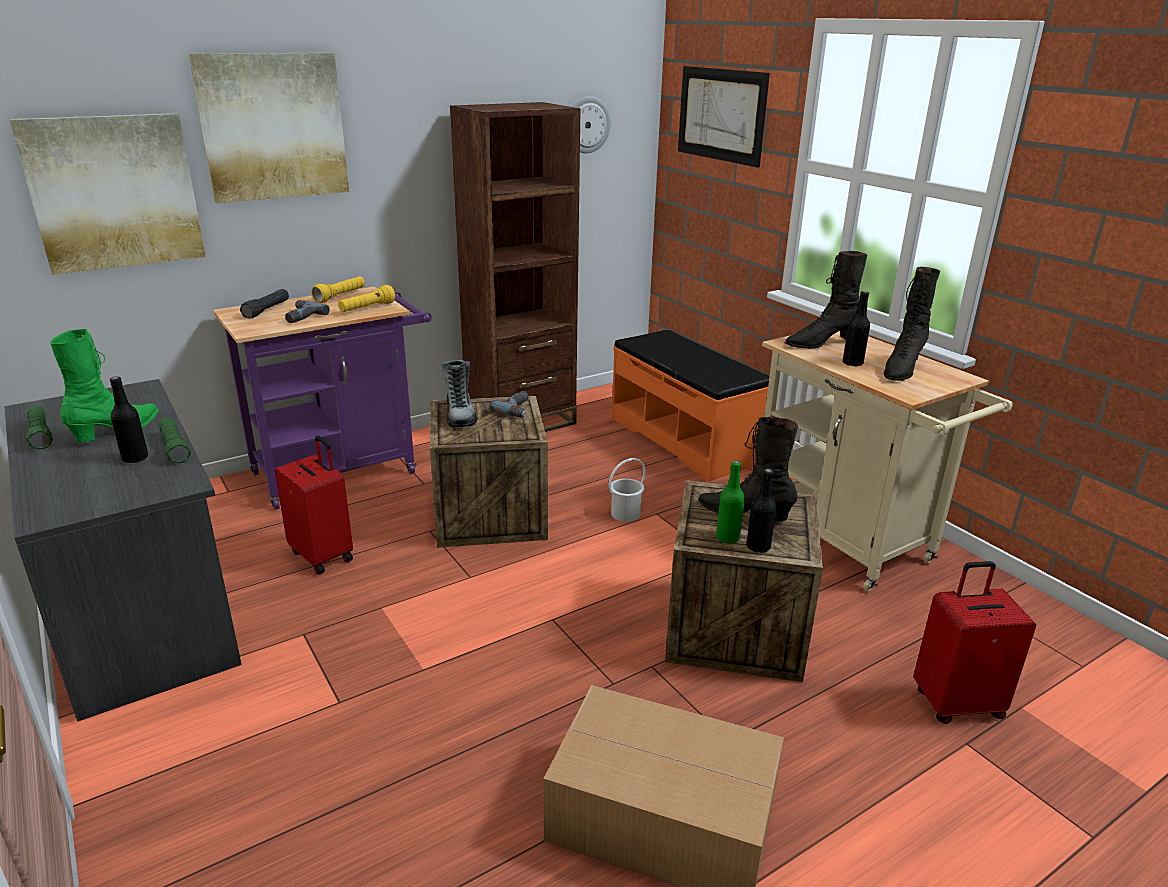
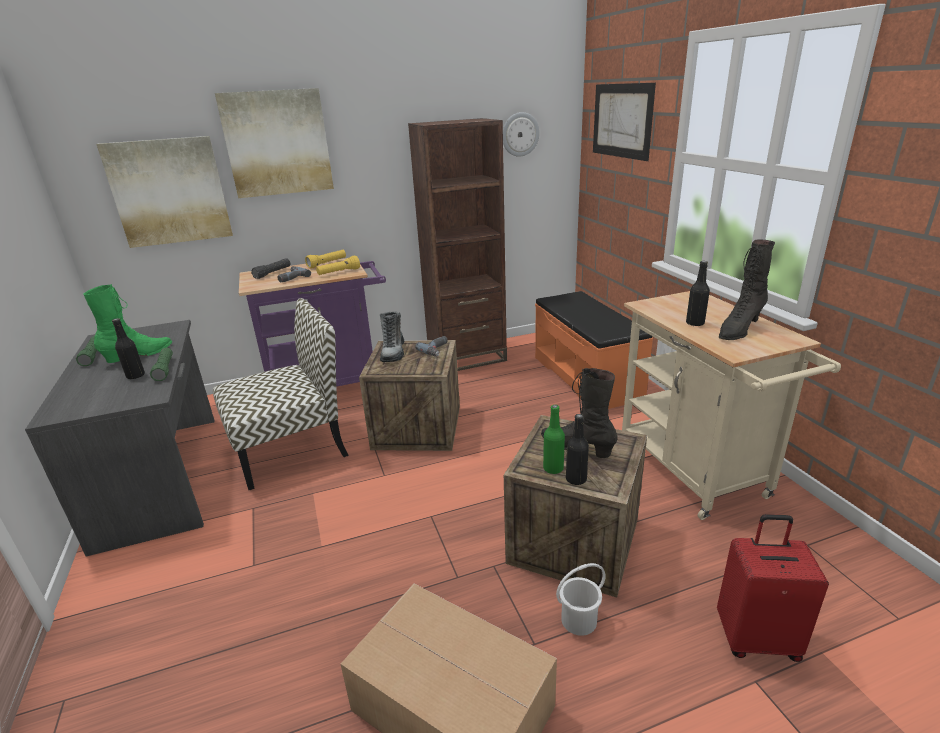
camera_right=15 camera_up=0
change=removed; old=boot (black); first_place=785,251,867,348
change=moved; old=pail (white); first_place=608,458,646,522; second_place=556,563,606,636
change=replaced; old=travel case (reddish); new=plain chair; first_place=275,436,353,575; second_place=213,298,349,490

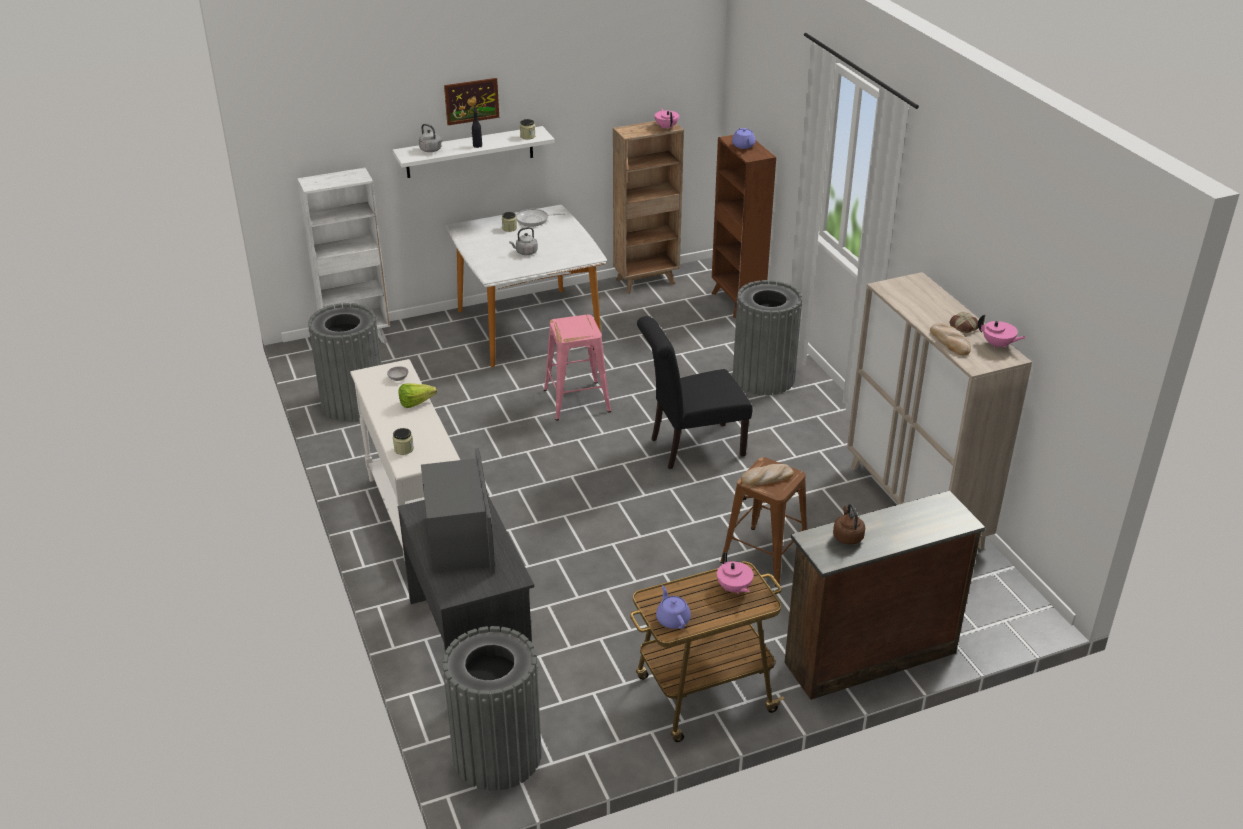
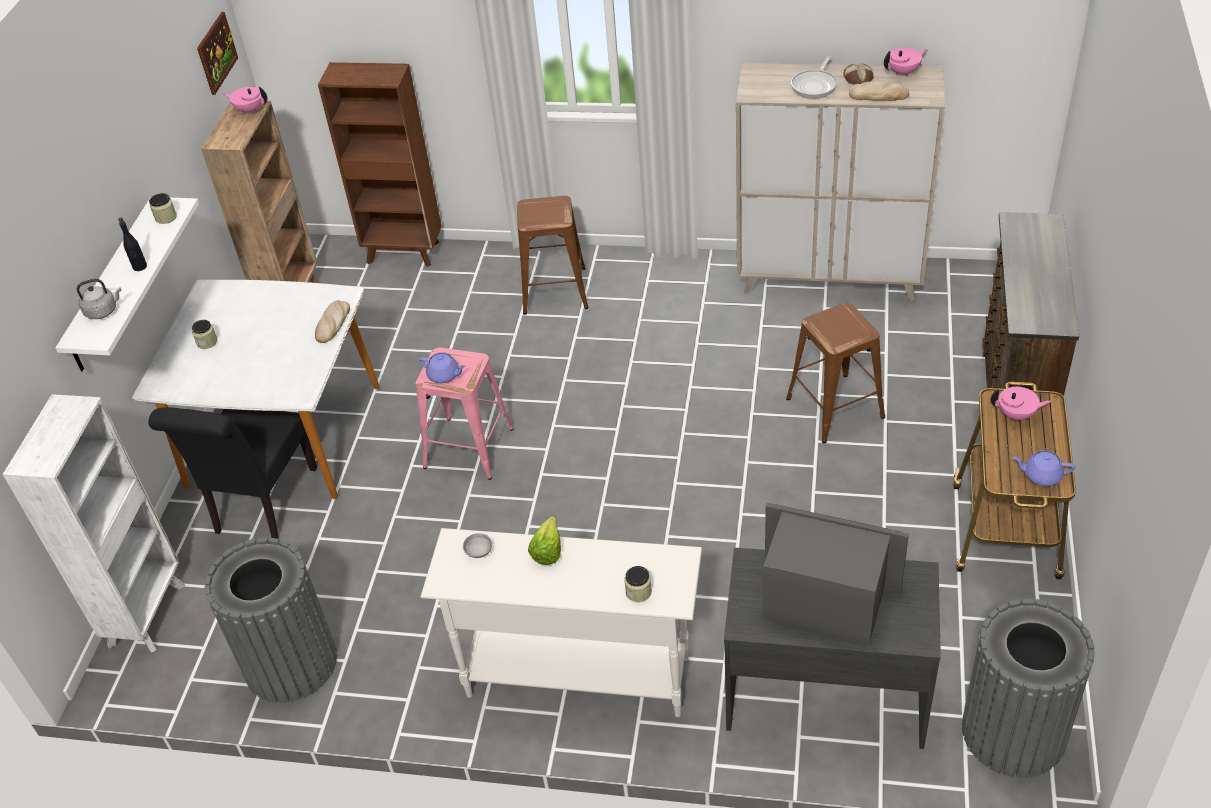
camera_right=-55 camera_up=10
change=removed; old=tea kettle (grey); first_place=509,227,538,255
change=removed; old=tea kettle (brown); first_place=833,504,865,545
change=moved; old=wall picture; first_place=444,78,499,125; second_place=197,12,238,95
change=moved; old=pan; first_place=516,209,566,227; second_place=791,56,837,99
change=moved; old=plain chair (black); first_place=637,316,753,469; second_place=148,407,317,539
change=moved; old=tea pot (purplish); first_place=732,128,755,149; second_place=419,353,466,383
change=moved; old=bakery bread; first_place=741,464,794,485; second_place=315,300,350,343
change=replaced; old=waste bin (grey); new=stool seat (brown); first_place=733,280,803,395; second_place=517,196,588,315

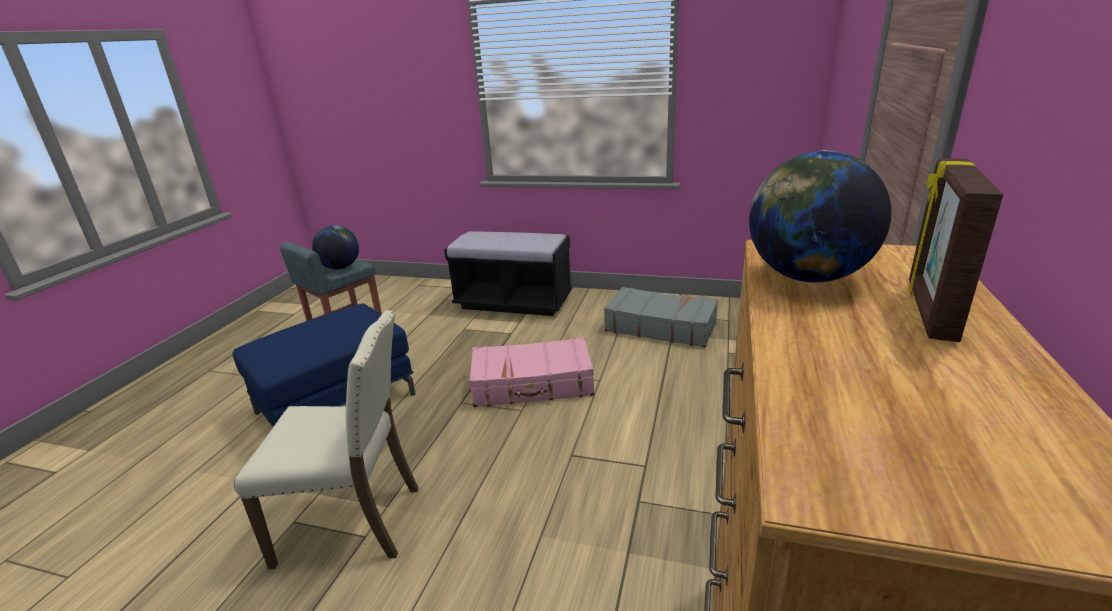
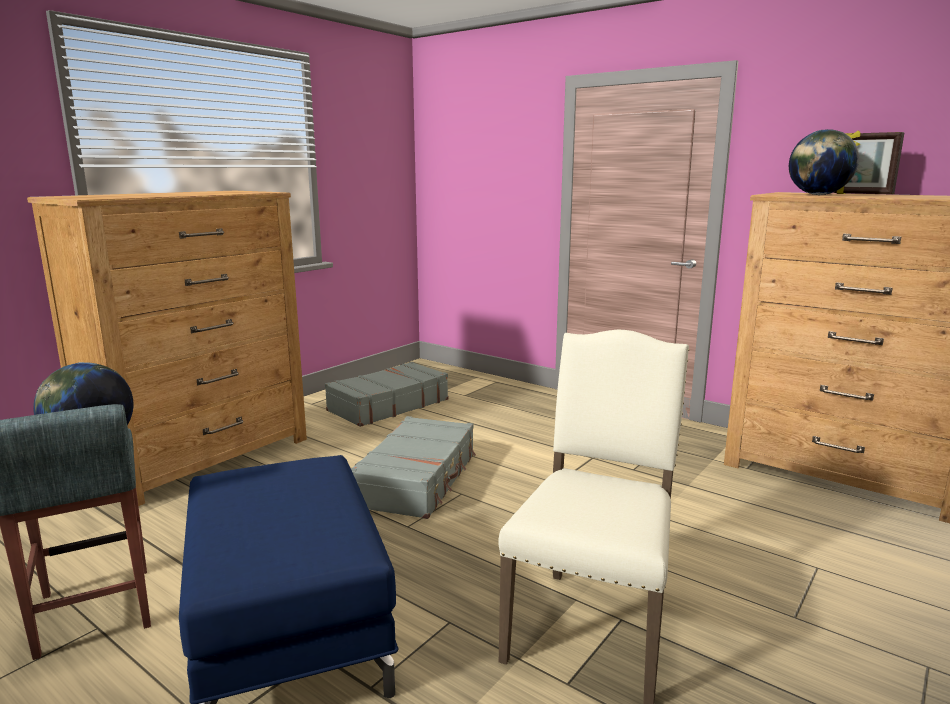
camera_right=-70 camera_up=-10
change=replaced; old=long seat (black); new=drawer chest (brown); first_place=444,231,572,316; second_place=27,191,307,506
change=recoloured; old=travel case (pink); new=travel case (grey); first_place=469,337,594,407; second_place=351,416,476,519

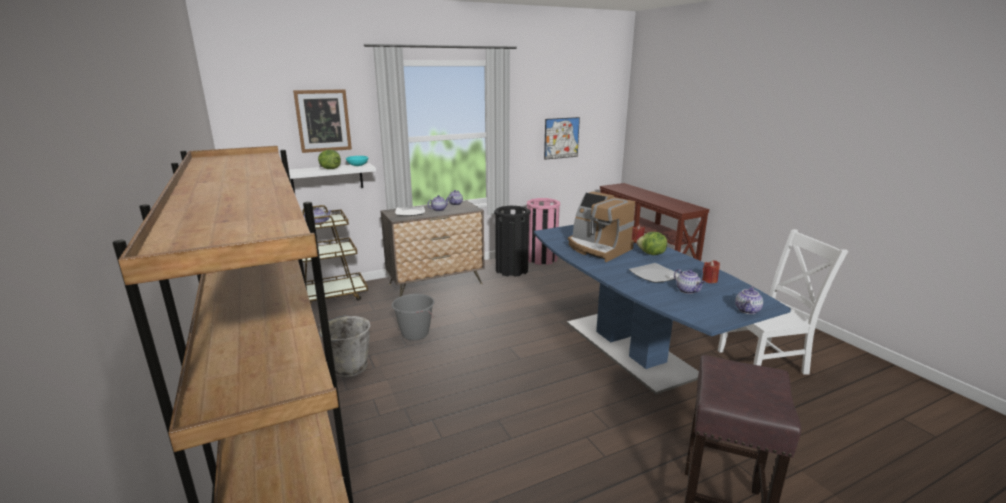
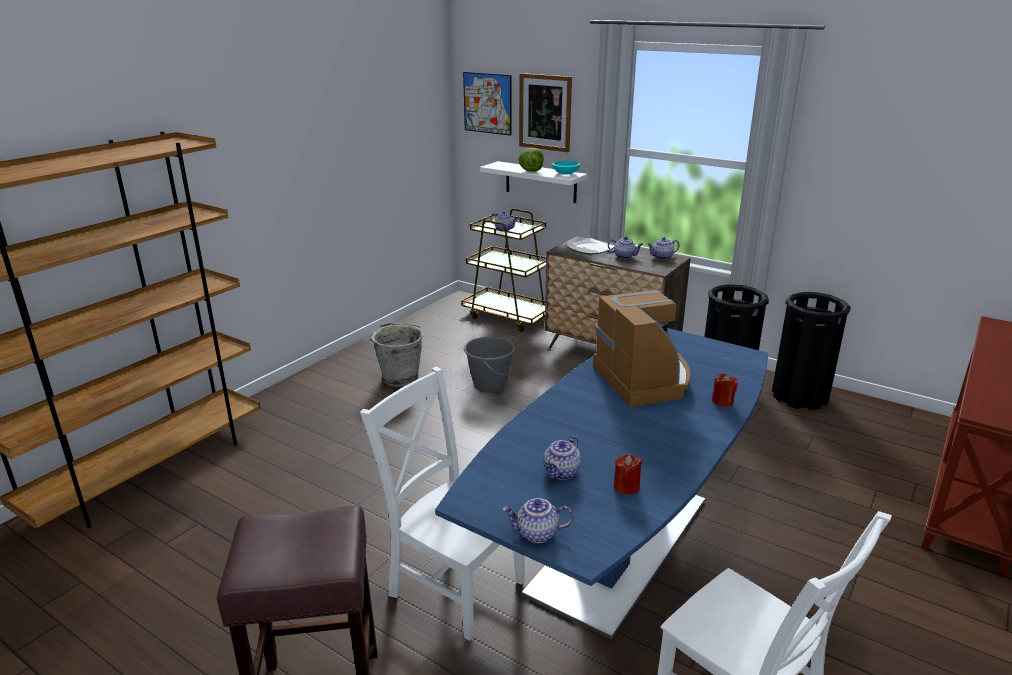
camera_right=60 camera_up=5
change=removed; old=flat dish; first_place=629,263,680,283
change=removed; old=head of lettuce; first_place=637,232,667,255
change=added; new=plain chair (white); second_place=360,366,525,641
change=moved; old=wall picture; first_place=544,117,580,160; second_place=463,72,511,136
change=recoloured; old=waste bin (pink); new=waste bin (black); first_place=527,198,560,265; second_place=772,292,851,410
change=turned; old=coffee brewer; first_place=568,192,635,262; second_place=593,290,690,407; degrees=150

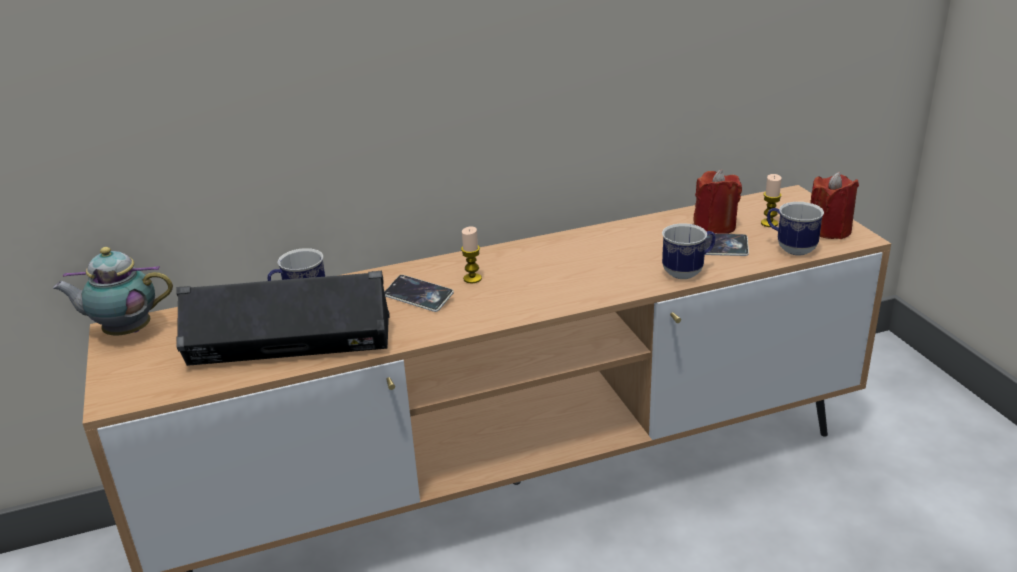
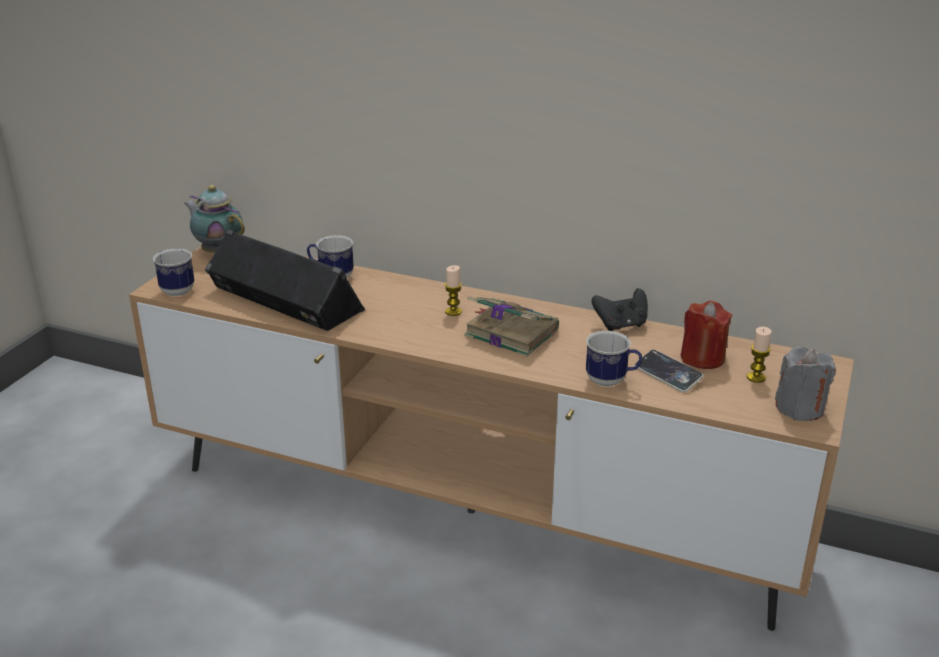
camera_right=40 camera_up=0
change=removed; old=handset; first_place=385,275,454,312
change=added; new=bound book; second_place=464,297,559,357
change=added; new=joypad (black); second_place=592,288,648,331
change=moved; old=coffee mug; first_place=767,202,824,255; second_place=153,248,194,296
change=recoloured; old=candle (reddish); new=candle (grey); first_place=810,172,859,239; second_place=775,347,836,421

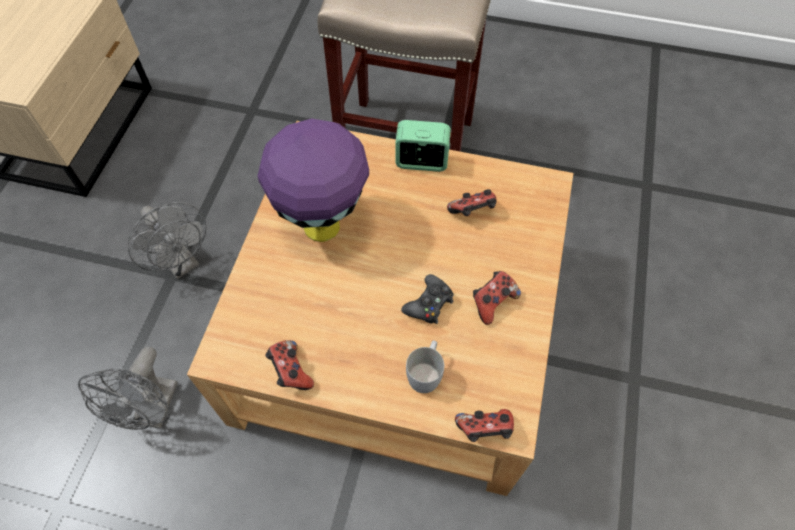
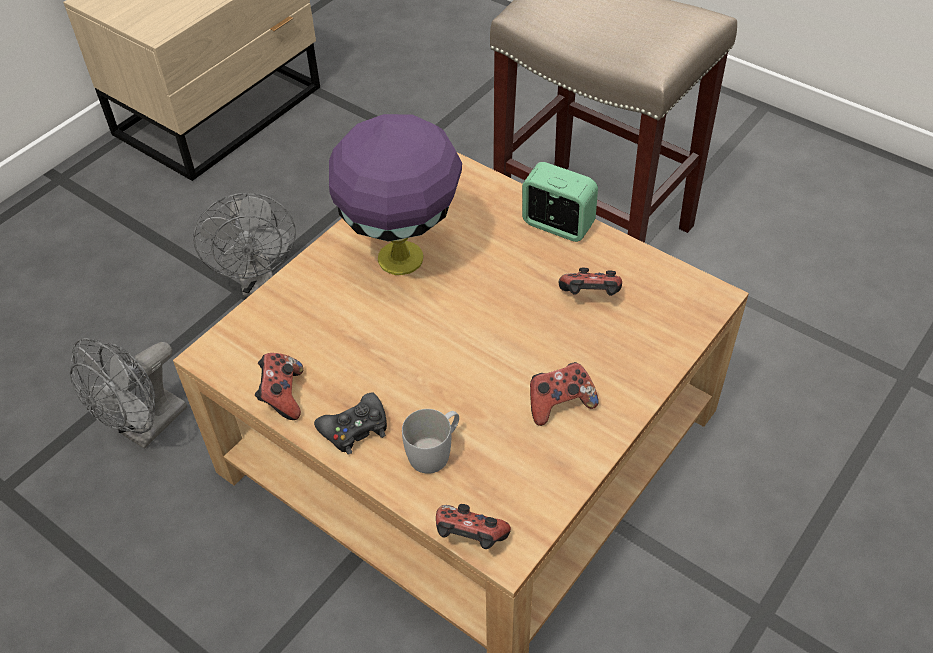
camera_right=25 camera_up=-10
change=moved; old=joypad (black); first_place=401,274,454,324; second_place=314,392,387,455

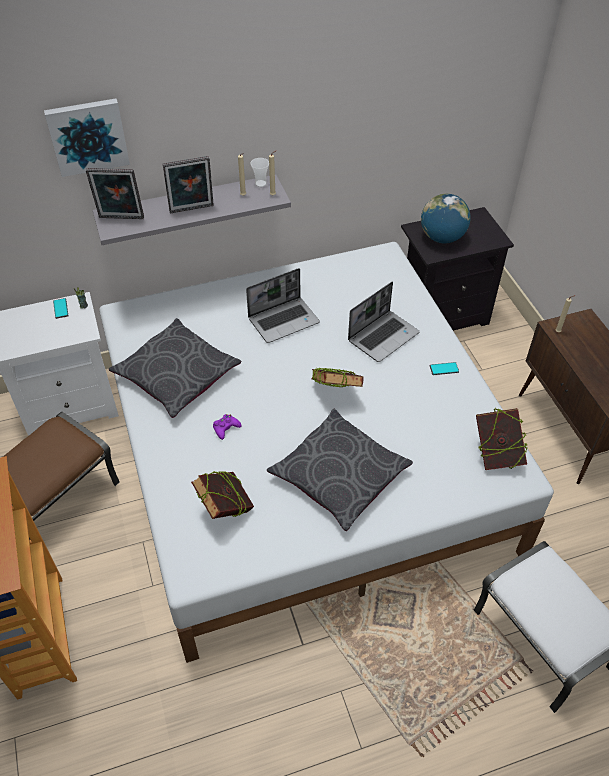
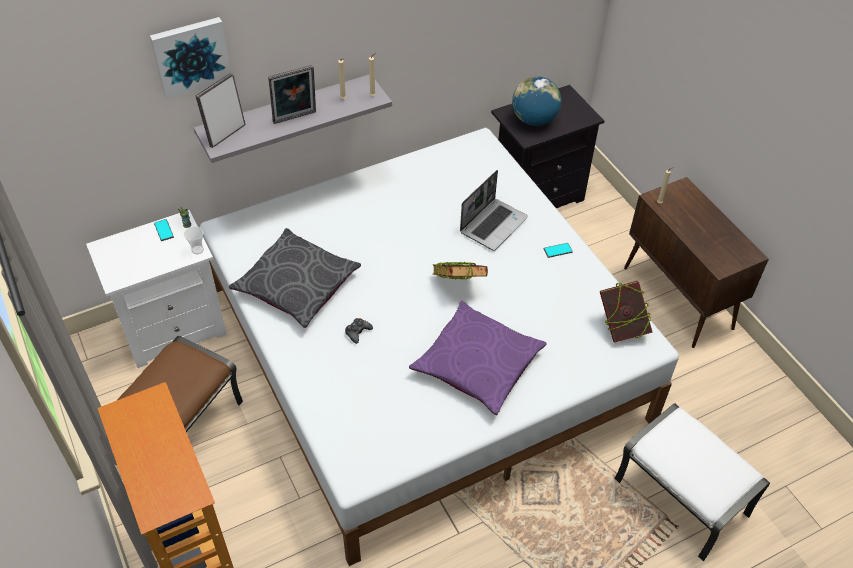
camera_right=-10 camera_up=0
change=removed; old=bound book; first_place=191,471,254,519
change=removed; old=laptop; first_place=246,268,320,343
change=moved; old=cup; first_place=250,158,269,187; second_place=184,226,204,254
change=recoloured; old=joypad (purplish); new=joypad (black); first_place=213,414,242,440; second_place=345,318,373,344
change=recoloured; old=pillow (grey); new=pillow (purplish); first_place=267,409,413,531; second_place=409,301,547,415
change=turned; old=picture frame; first_place=86,168,144,219; second_place=196,73,246,148; degrees=135

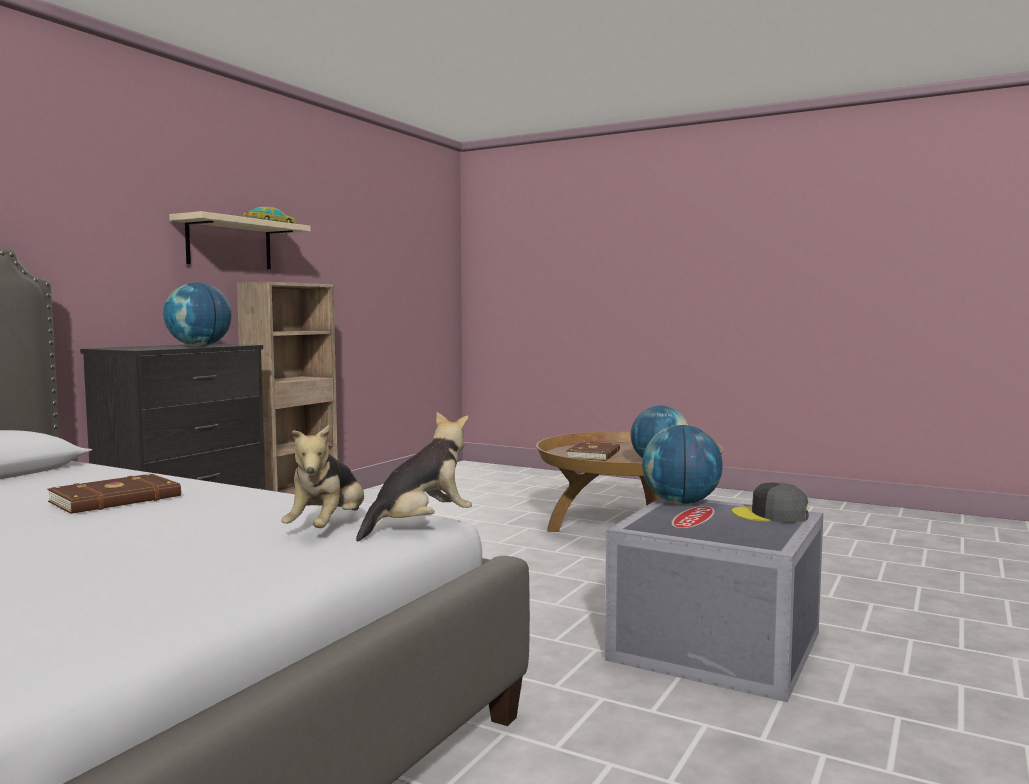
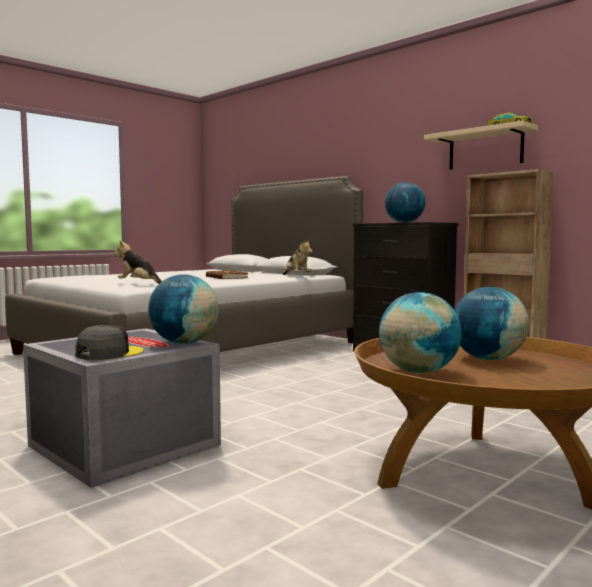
camera_right=105 camera_up=0
change=moved; old=soft toy; first_place=356,412,472,542; second_place=283,240,313,275
change=replaced; old=bound book (brown); new=desk globe; first_place=566,441,620,461; second_place=454,287,529,360

